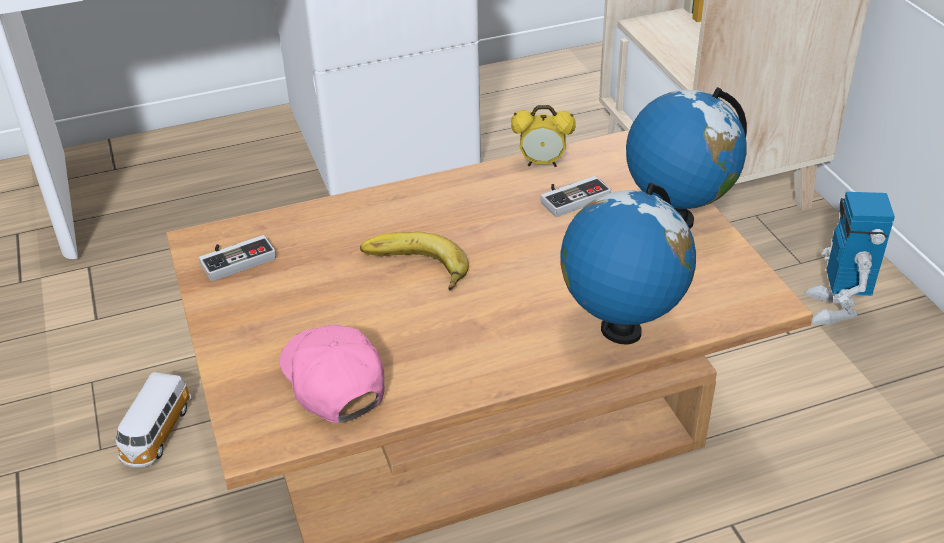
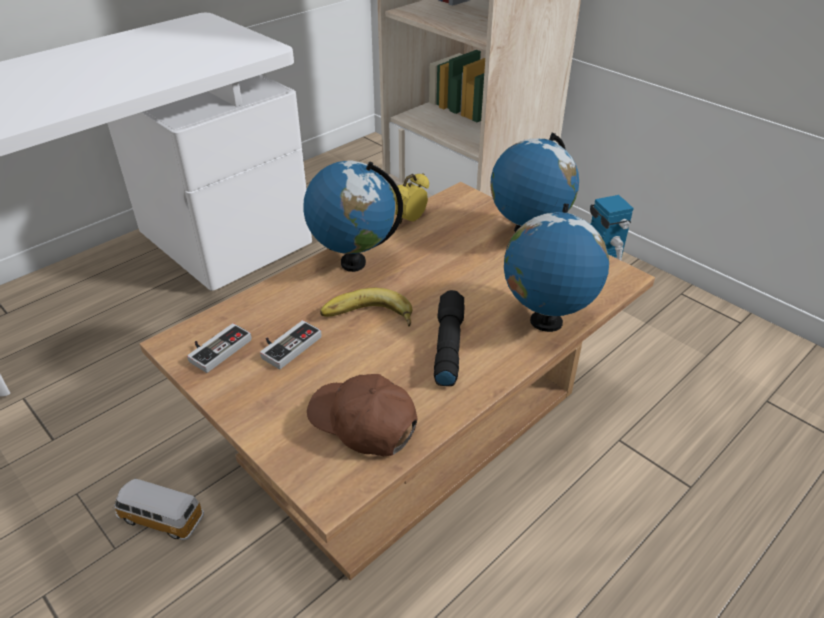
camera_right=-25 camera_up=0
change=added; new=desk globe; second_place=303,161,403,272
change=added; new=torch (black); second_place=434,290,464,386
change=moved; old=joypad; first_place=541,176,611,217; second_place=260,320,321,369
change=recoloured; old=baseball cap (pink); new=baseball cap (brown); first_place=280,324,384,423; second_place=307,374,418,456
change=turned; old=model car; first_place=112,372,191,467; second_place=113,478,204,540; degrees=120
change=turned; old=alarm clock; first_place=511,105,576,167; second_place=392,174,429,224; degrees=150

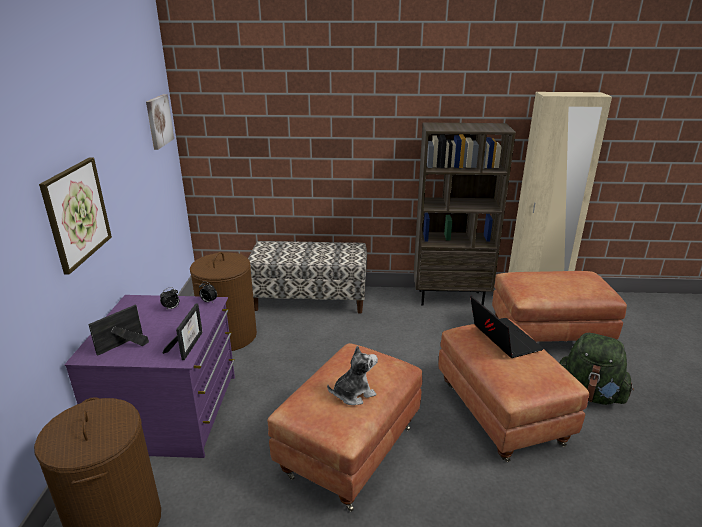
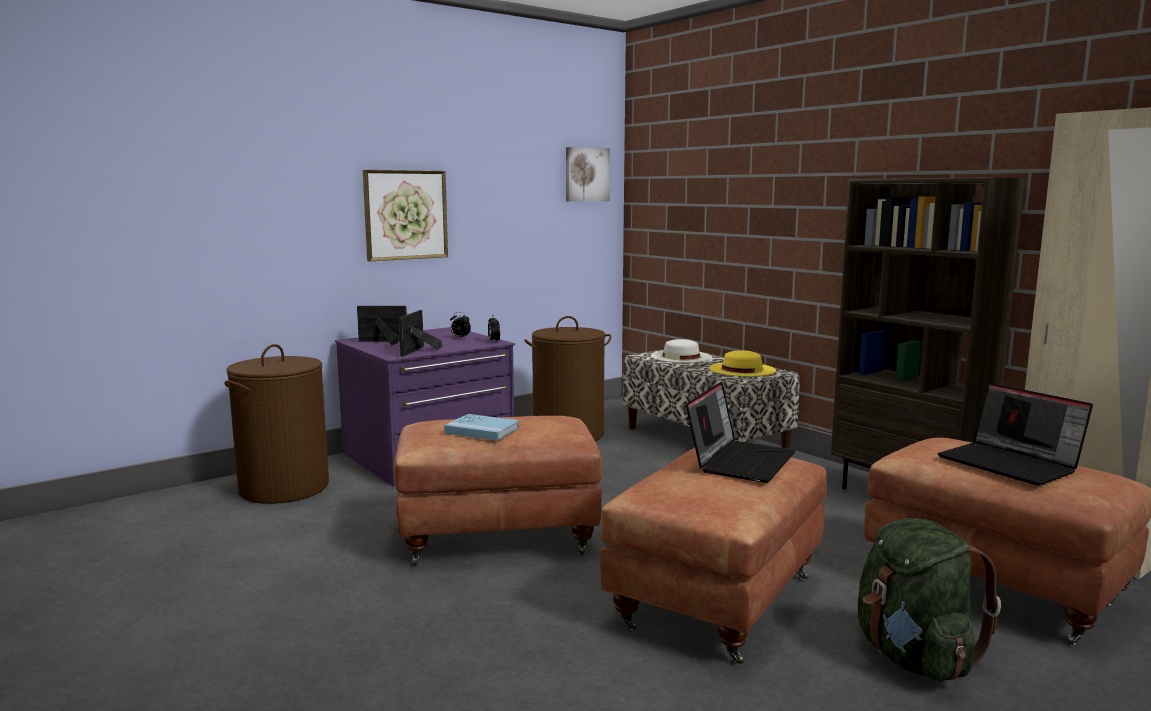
camera_right=50 camera_up=-15
change=added; new=hat (white); second_place=651,339,712,363
change=added; new=hat (yellow-coloured); second_place=709,350,776,376
change=added; new=laptop; second_place=937,383,1093,486
change=replaced; old=soft toy; new=bound book (blue); first_place=327,345,378,405; second_place=444,414,520,441
change=turned; old=picture frame; first_place=163,303,203,360; second_place=399,310,443,357; degrees=135

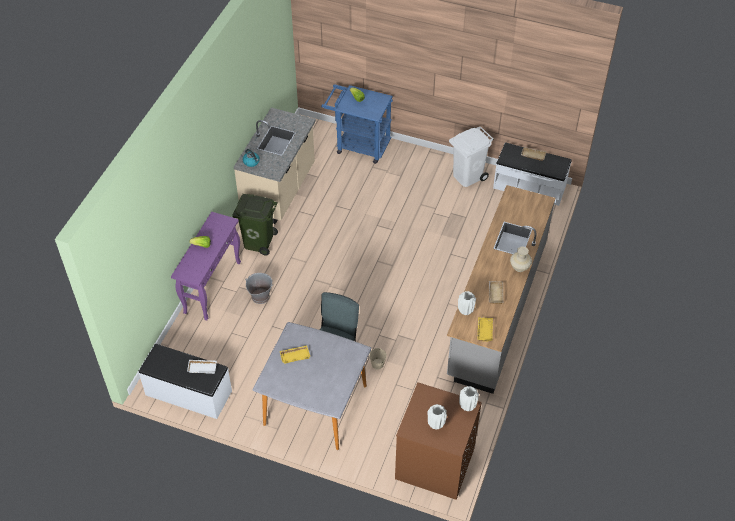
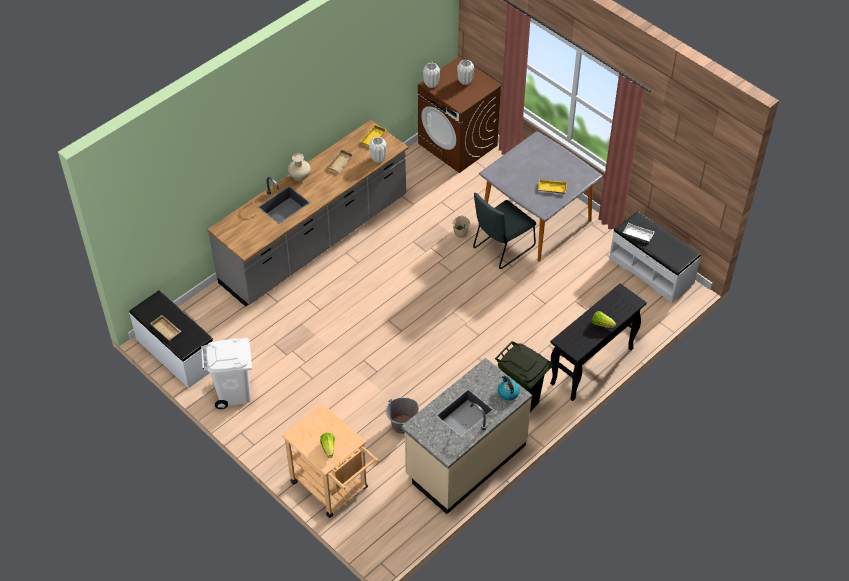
camera_right=-155 camera_up=0
change=moved; old=pail (grey); first_place=245,273,273,304; second_place=386,398,419,434
change=recoloured; old=narrow table (purplish); new=narrow table (black); first_place=171,212,241,321; second_place=550,283,647,401
change=recoloured; old=trolley (blue); new=trolley (beige); first_place=321,84,393,164; second_place=282,404,379,518

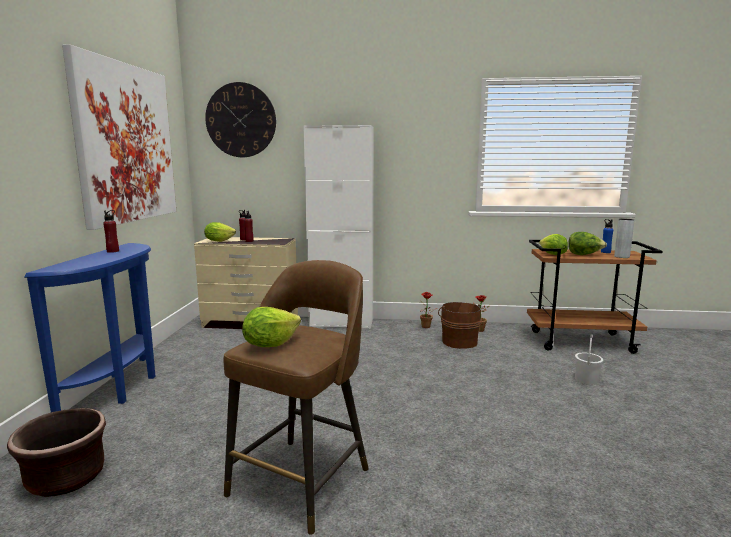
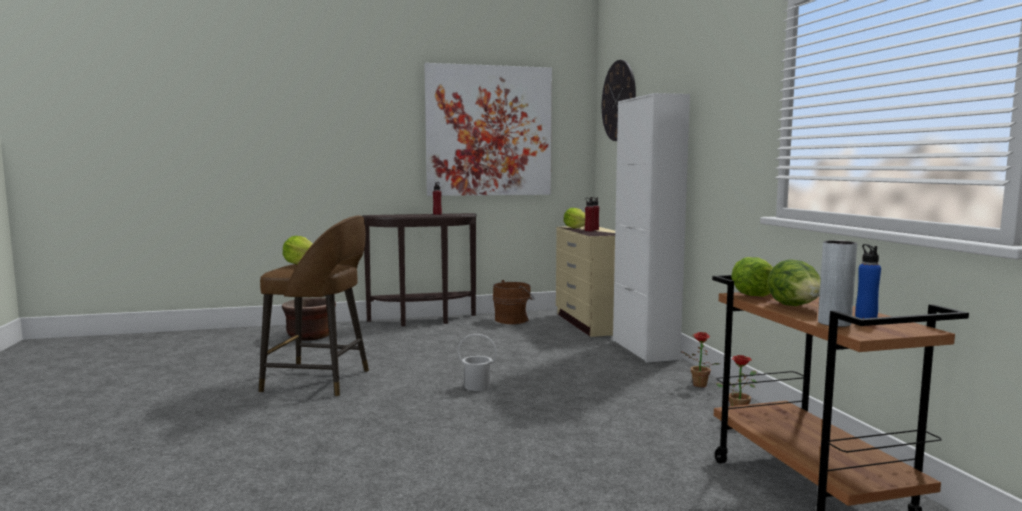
camera_right=70 camera_up=-5
change=moved; old=pail (brown); first_place=438,302,481,349; second_place=493,280,535,324
change=moved; old=pail (white); first_place=575,334,603,385; second_place=458,334,497,391
change=recoloured; old=narrow table (blue); new=narrow table (brown); first_place=24,243,156,412; second_place=362,213,477,326

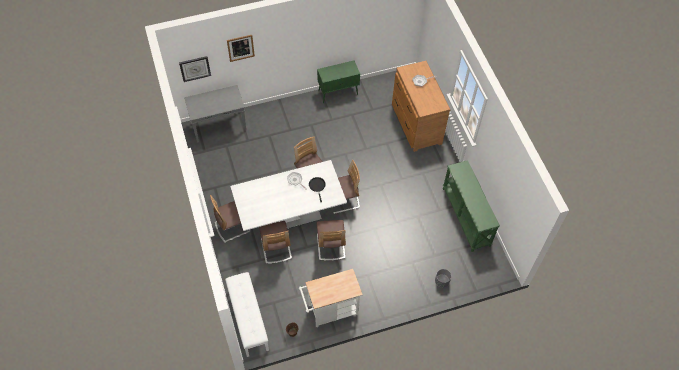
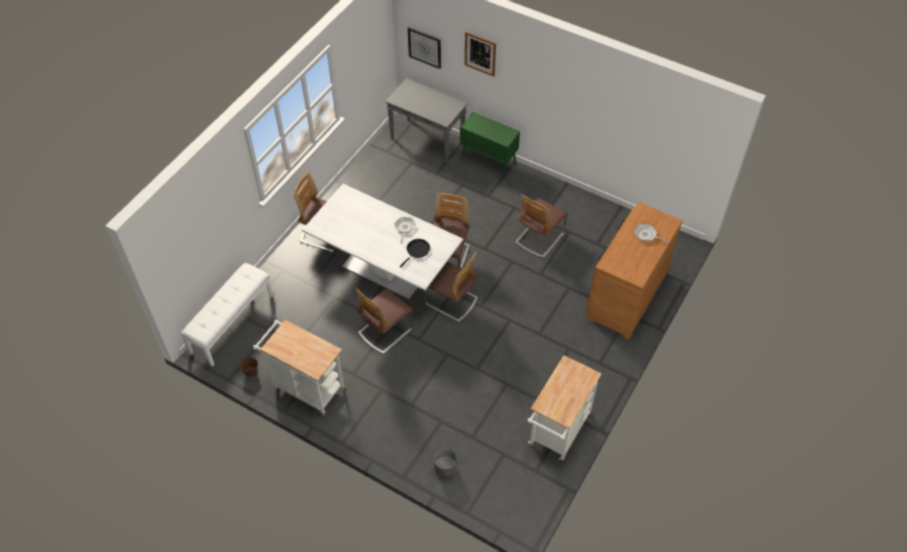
camera_right=50 camera_up=-5
change=moved; old=plain chair; first_place=259,221,292,264; second_place=515,194,568,258
change=moved; old=cabinet (green-coloured); first_place=317,60,360,103; second_place=460,112,520,179
change=replaced; old=narrow table (green-coloured); new=trolley (white); first_place=443,160,500,252; second_place=527,355,602,461

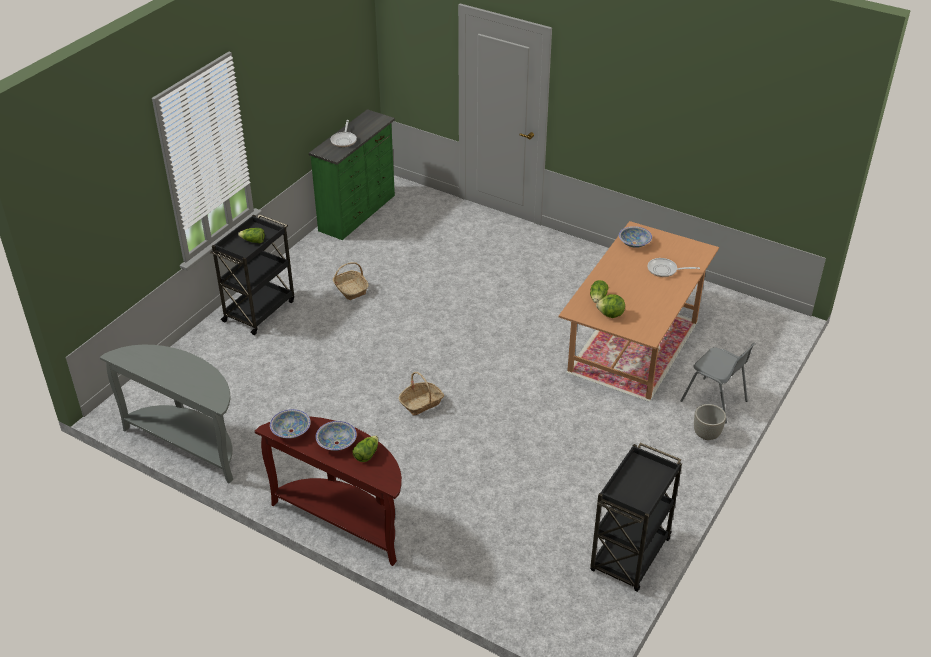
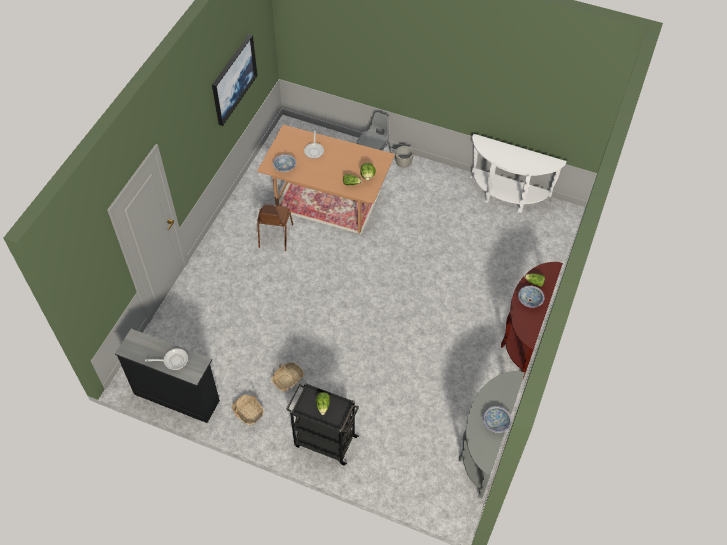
camera_right=-100 camera_up=15
change=added; new=wall picture; second_place=212,34,257,126
change=added; new=plain chair (brown); second_place=257,204,293,251
change=moved; old=deep dish; first_place=270,409,311,439; second_place=483,406,512,433
change=moved; old=basket; first_place=399,372,444,416; second_place=232,394,264,425
change=replaced; old=trolley (black); new=narrow table (white); first_place=590,443,682,592; second_place=470,134,567,213
change=recoloured; old=drawer chest (green-coloured); new=drawer chest (black); first_place=309,109,395,240; second_place=115,329,220,423

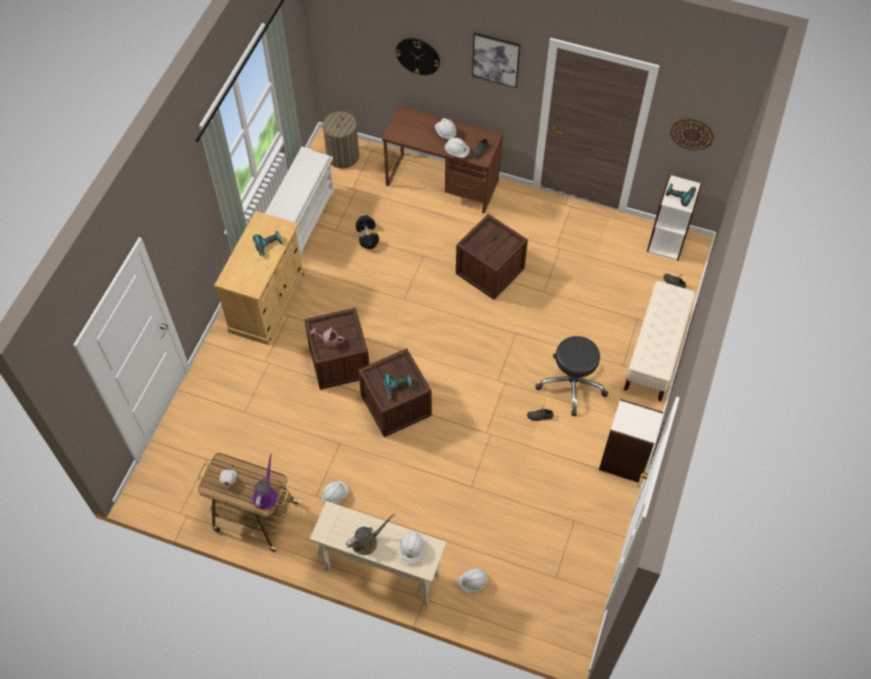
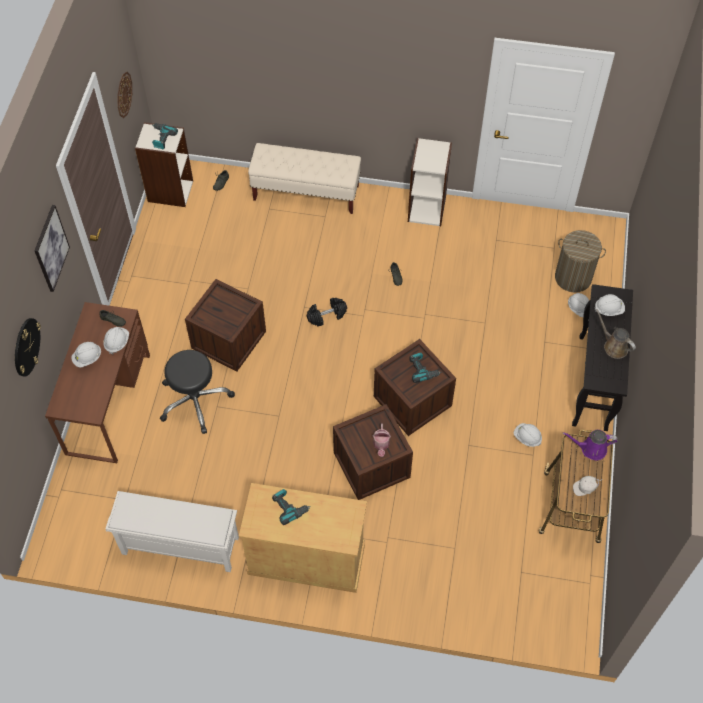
camera_right=-100 camera_up=0
change=moved; old=laundry basket; first_place=322,111,359,168; second_place=555,230,606,293
change=moved; old=hand weight (black); first_place=356,215,379,249; second_place=306,298,347,326
change=moved; old=stool seat (black); first_place=535,336,608,416; second_place=160,350,235,434
change=recoloured; old=narrow table (beige); new=narrow table (black); first_place=310,501,447,607; second_place=572,284,633,431

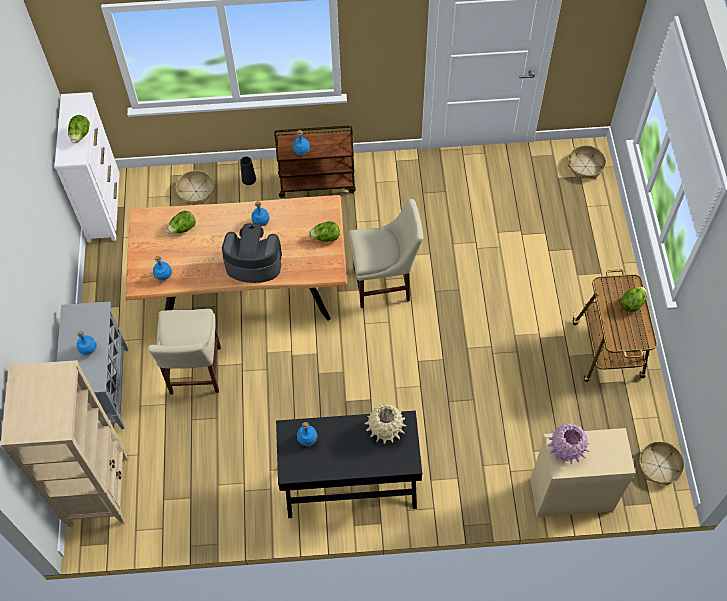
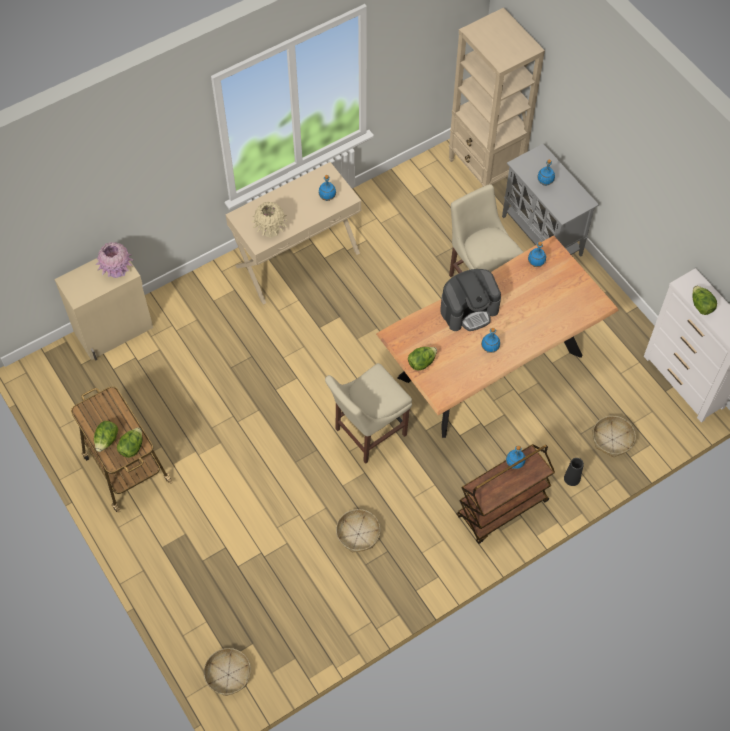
camera_right=150 camera_up=0
change=moved; old=head of lettuce; first_place=167,211,196,234; second_place=117,428,142,458
change=moved; old=basket; first_place=639,441,685,485; second_place=336,509,381,552
change=recoloured; old=narrow table (black); new=narrow table (beige); first_place=276,411,422,518; second_place=226,162,361,305

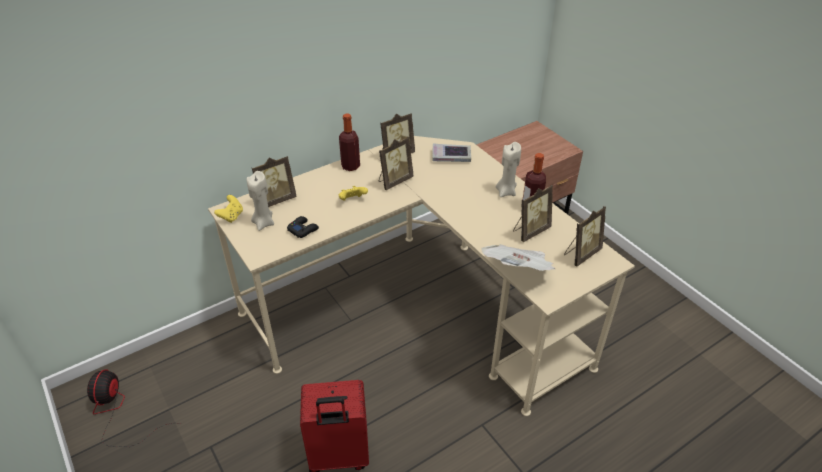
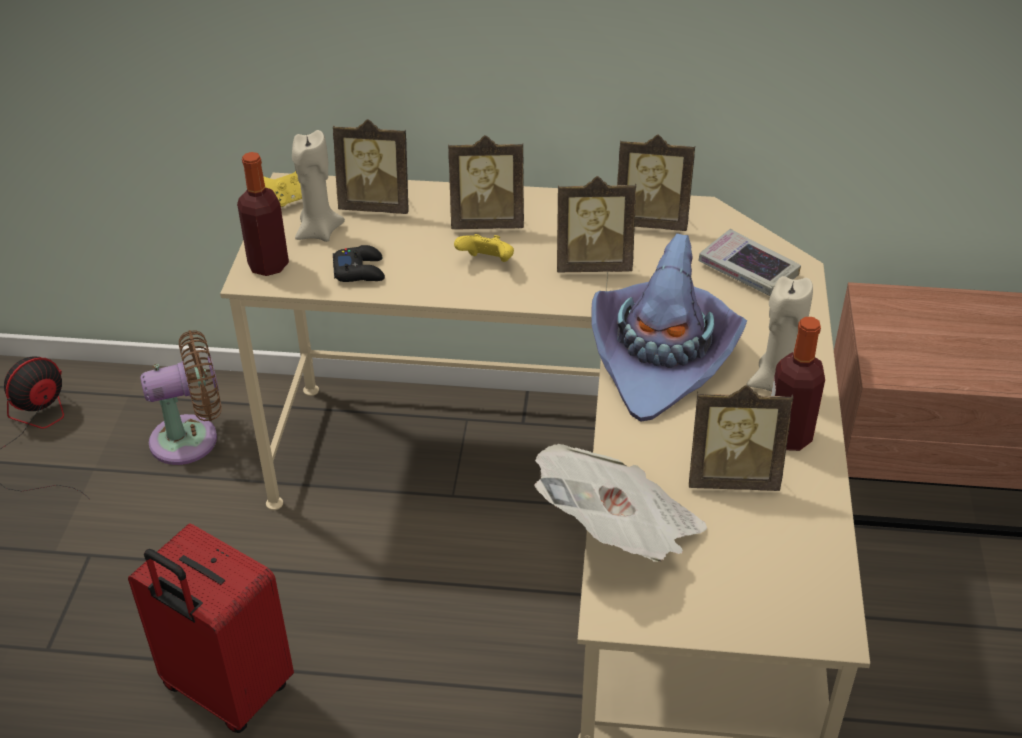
camera_right=40 camera_up=0
change=added; new=cooling fan (brown); second_place=140,330,222,465
change=added; new=hat (purplish); second_place=591,233,747,422
change=moved; old=drink bottle; first_place=339,113,360,171; second_place=237,152,289,276
change=moved; old=picture frame; first_place=564,206,606,266; second_place=448,135,524,229

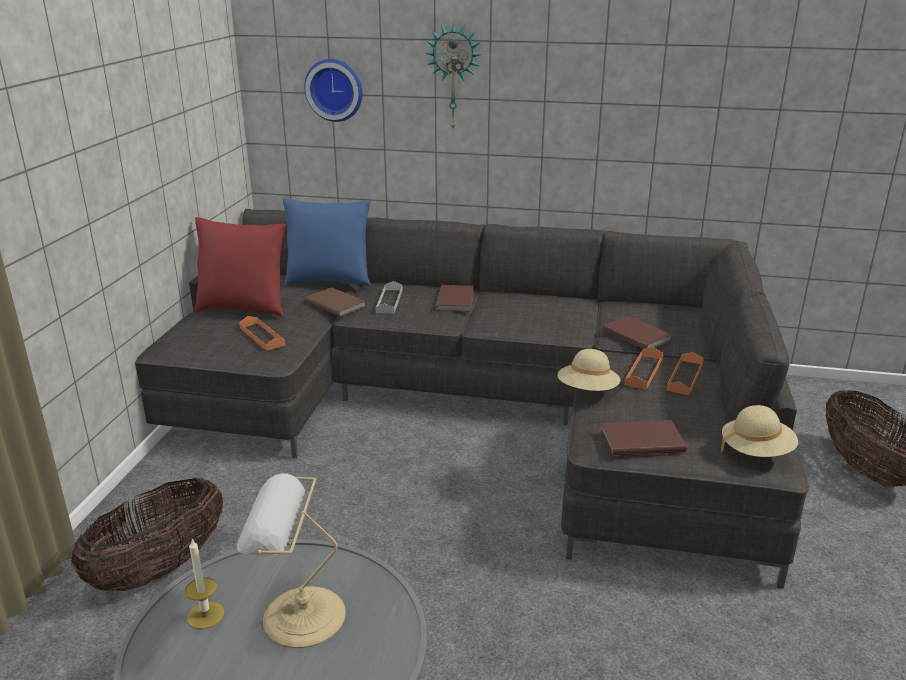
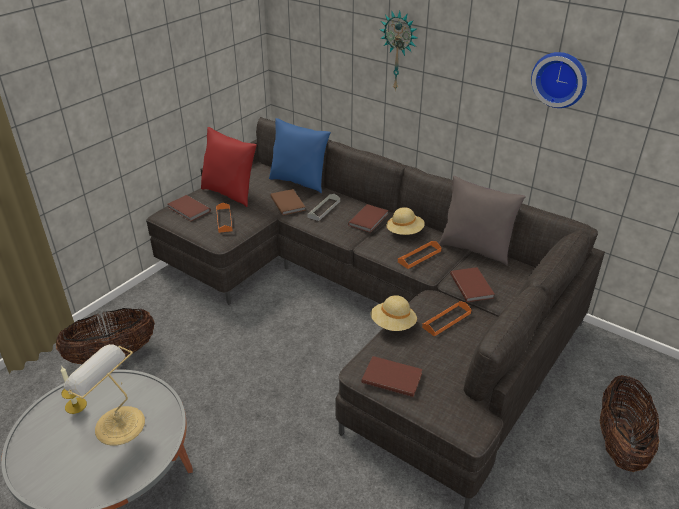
camera_right=25 camera_up=10
change=added; new=bound book (brown); second_place=168,195,211,221
change=added; new=pillow (grey); second_place=439,176,526,266
change=moved; old=wall clock; first_place=305,59,363,122; second_place=531,52,587,108
change=moved; old=serving tray (orange-coloured); first_place=666,352,704,395; second_place=398,241,442,269
change=moved; old=hat (beige); first_place=721,405,798,457; second_place=387,207,425,235

